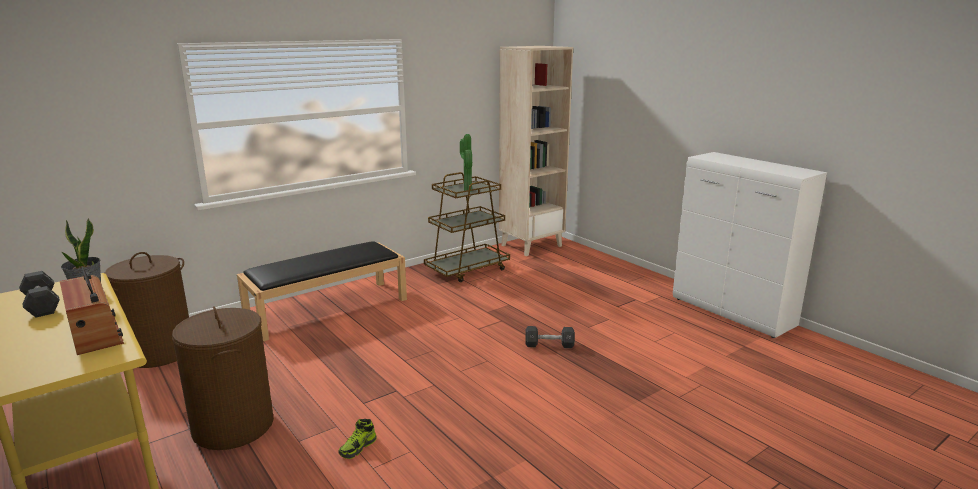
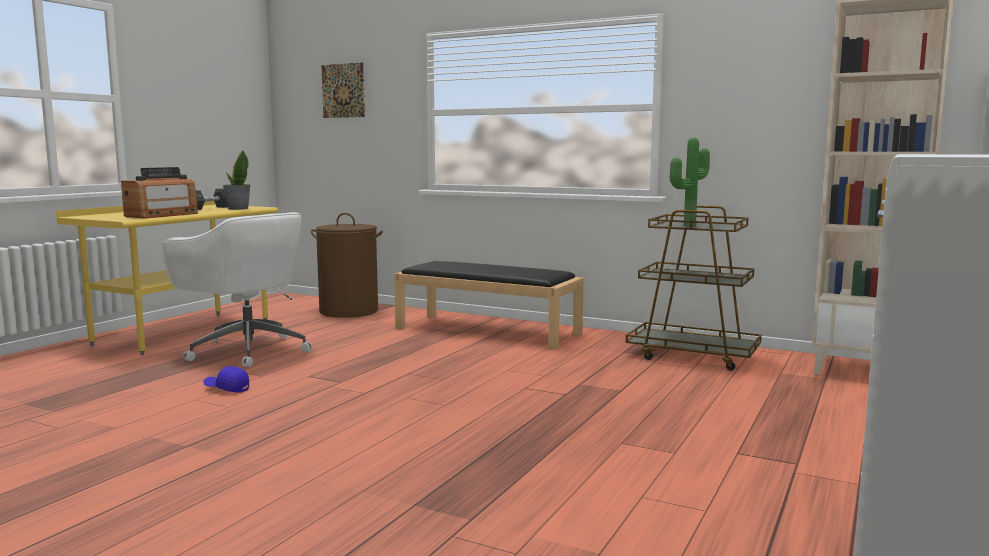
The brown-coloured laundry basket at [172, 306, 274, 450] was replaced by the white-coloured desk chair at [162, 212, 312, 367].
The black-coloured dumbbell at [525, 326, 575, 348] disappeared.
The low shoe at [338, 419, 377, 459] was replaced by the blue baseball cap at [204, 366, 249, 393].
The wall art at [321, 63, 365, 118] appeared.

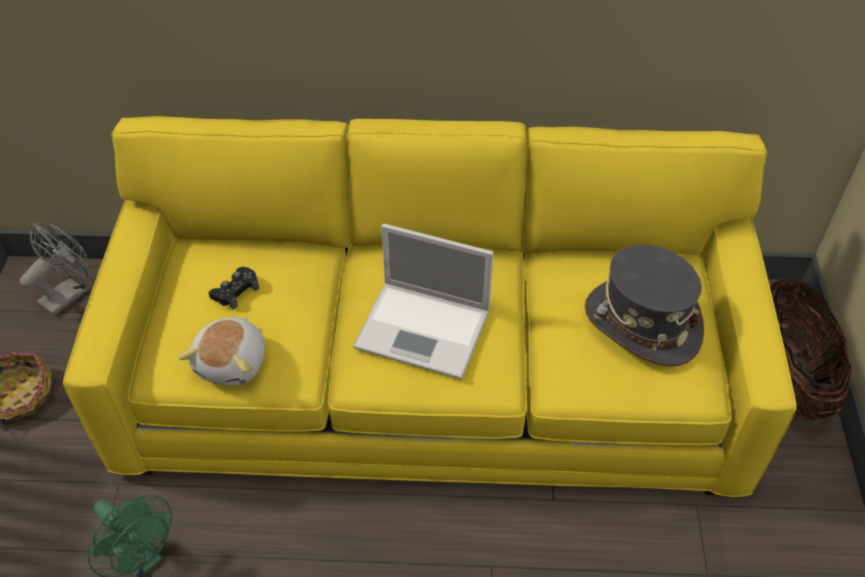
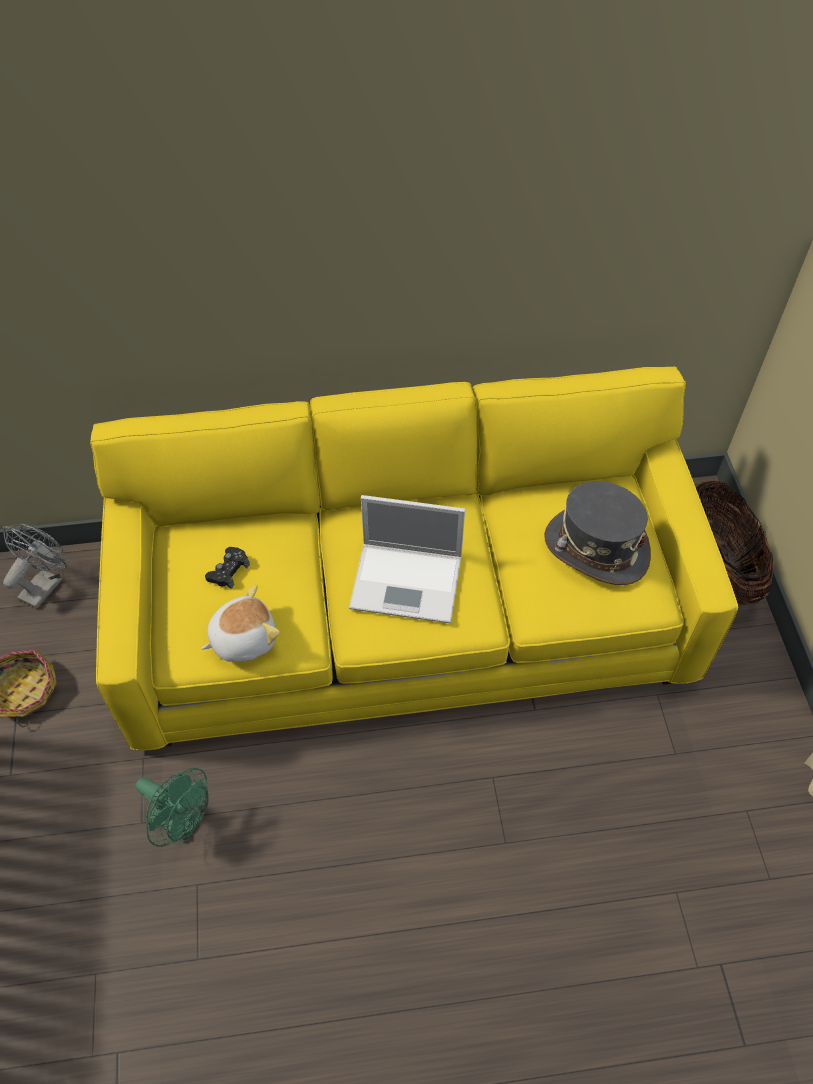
The cuddly toy at [179, 317, 265, 386] turned 120 degrees counterclockwise.

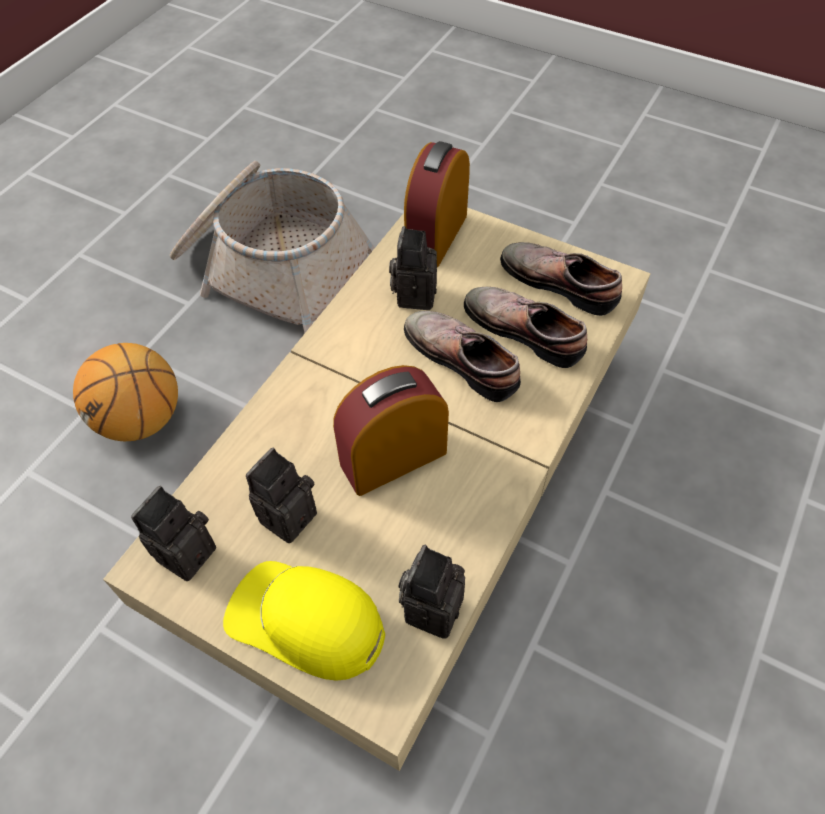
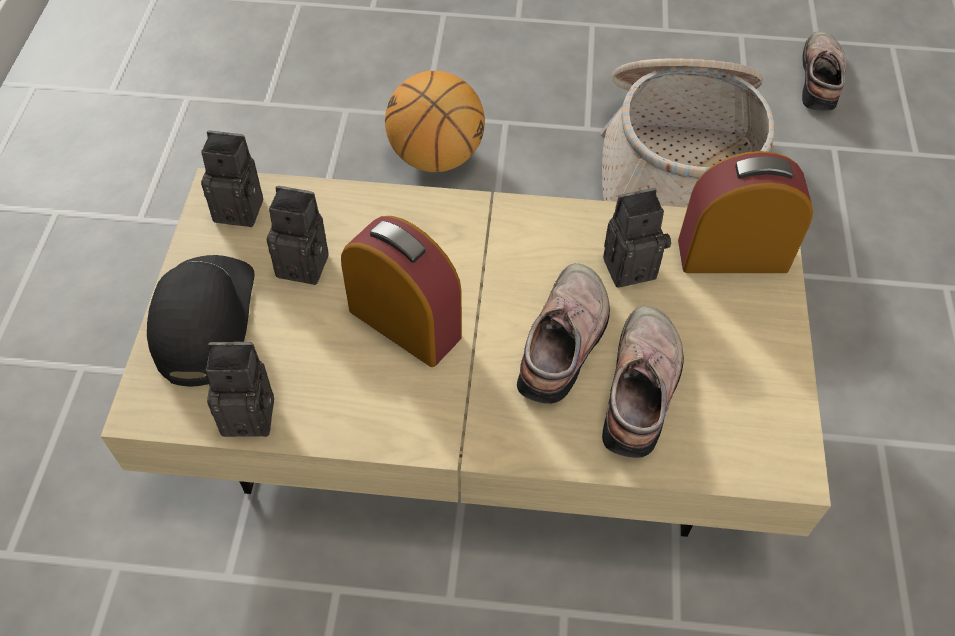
The low shoe moved from [500, 242, 622, 316] to [802, 32, 846, 111].
The yellowish baseball cap at [223, 561, 385, 681] became the black-coloured baseball cap at [147, 255, 254, 387].

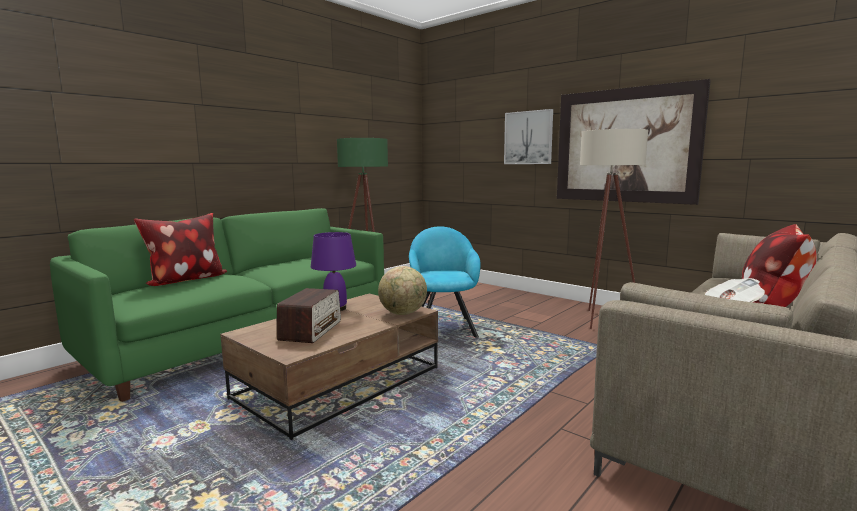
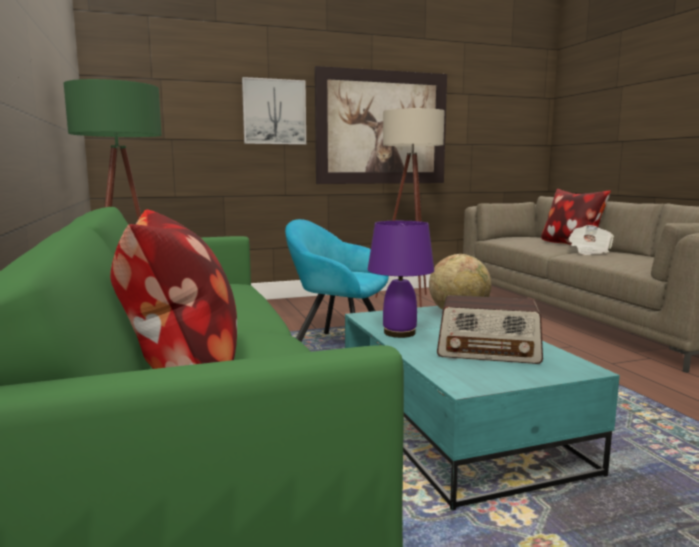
The radio set at [277, 288, 341, 343] turned 150 degrees clockwise.
The brown-coloured coffee table at [220, 293, 438, 440] became the turquoise coffee table at [345, 306, 620, 510].

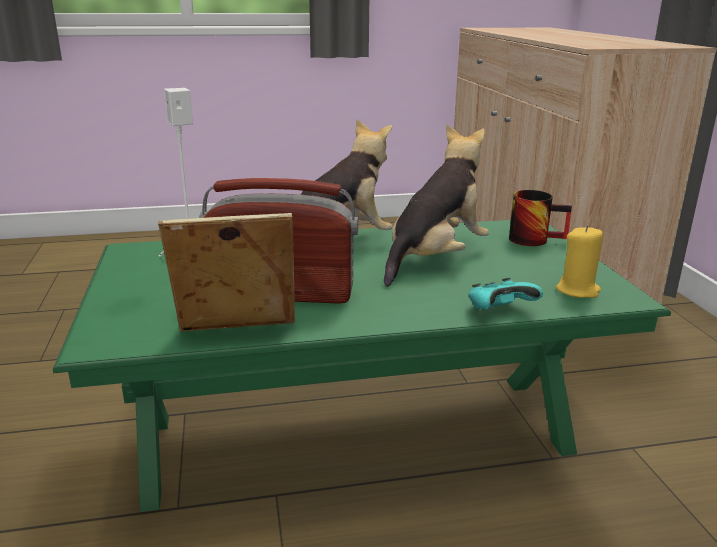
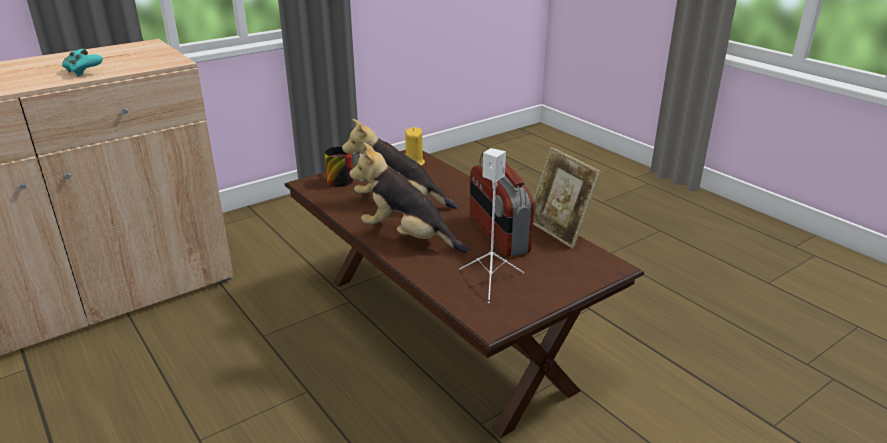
The greenish coffee table at [53, 220, 671, 512] became the brown-coloured coffee table at [285, 150, 644, 438].
The turquoise gamepad moved from [468, 278, 543, 309] to [62, 49, 103, 76].

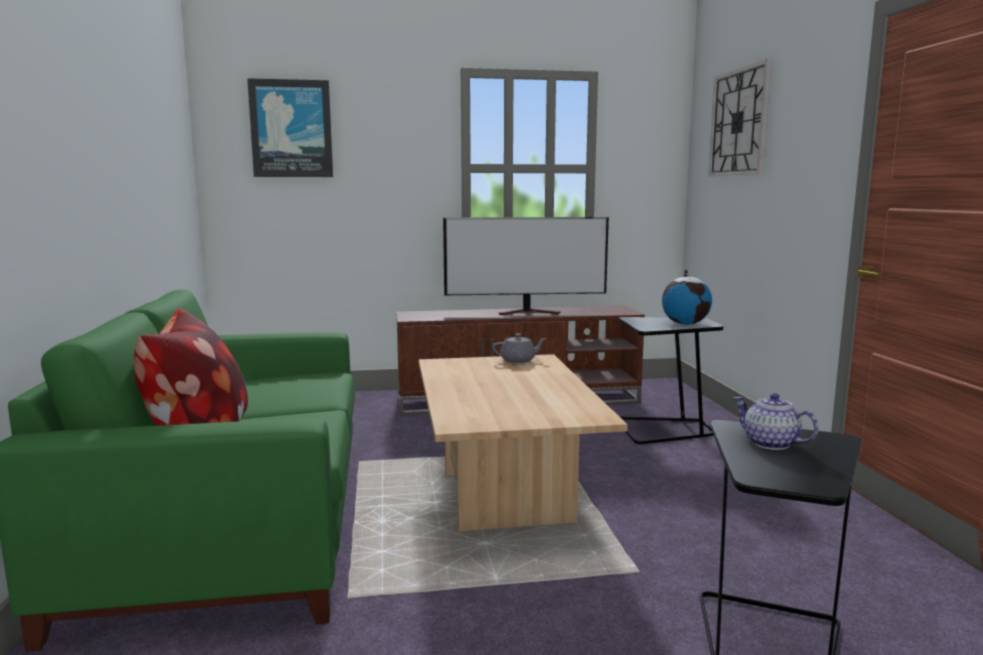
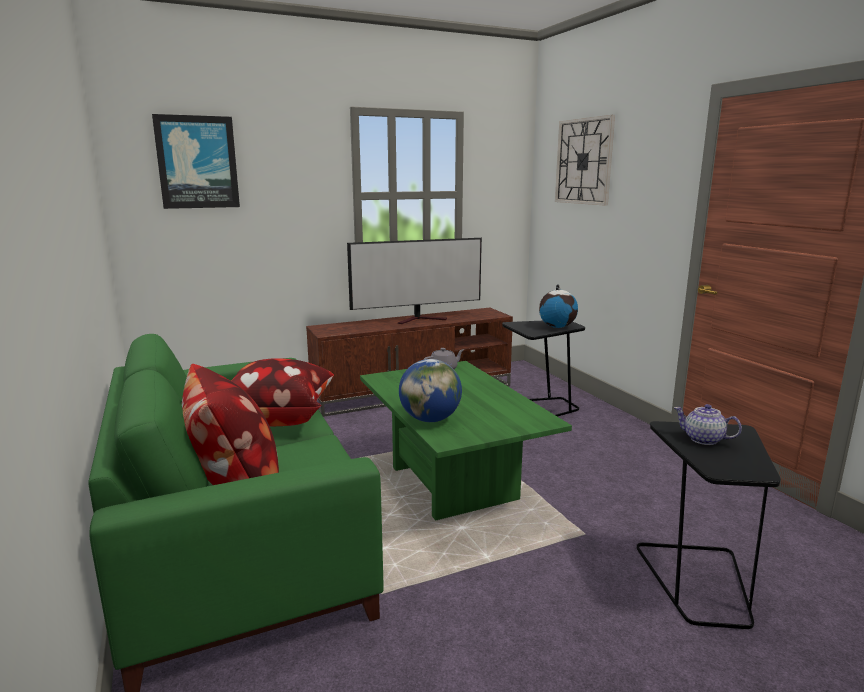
The beige-coloured coffee table at [419, 354, 628, 531] became the greenish coffee table at [360, 361, 572, 521].
The throw pillow at [231, 358, 334, 426] appeared.
The world globe at [399, 359, 462, 422] appeared.

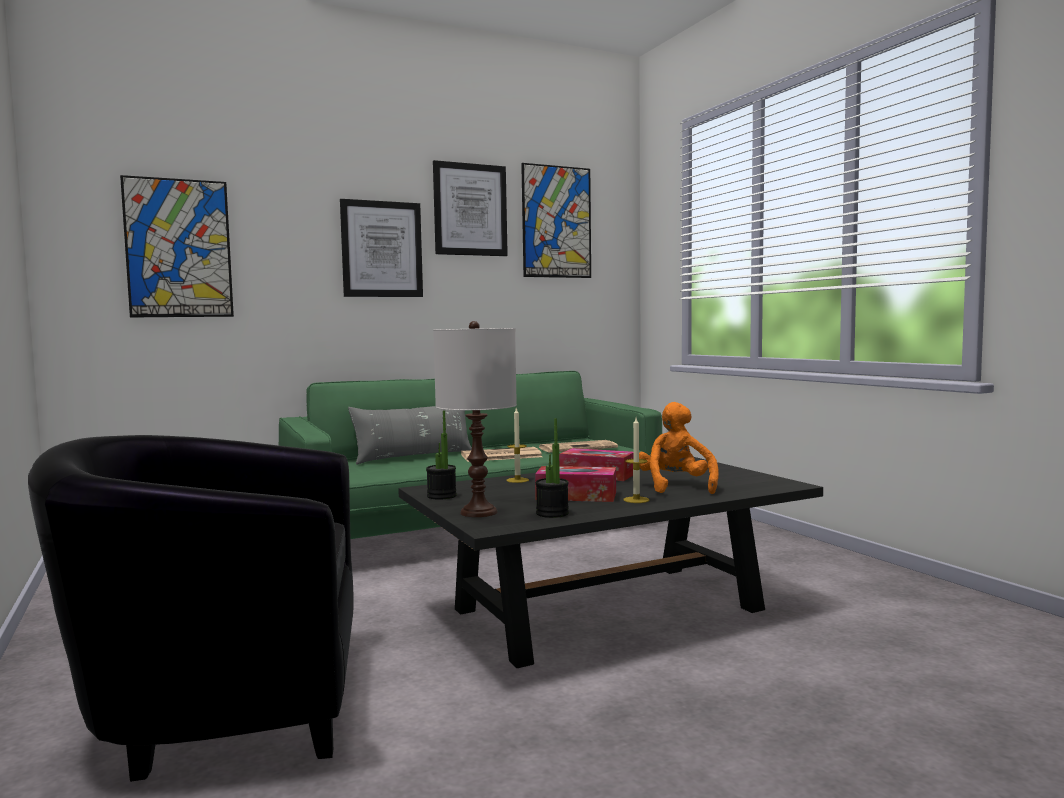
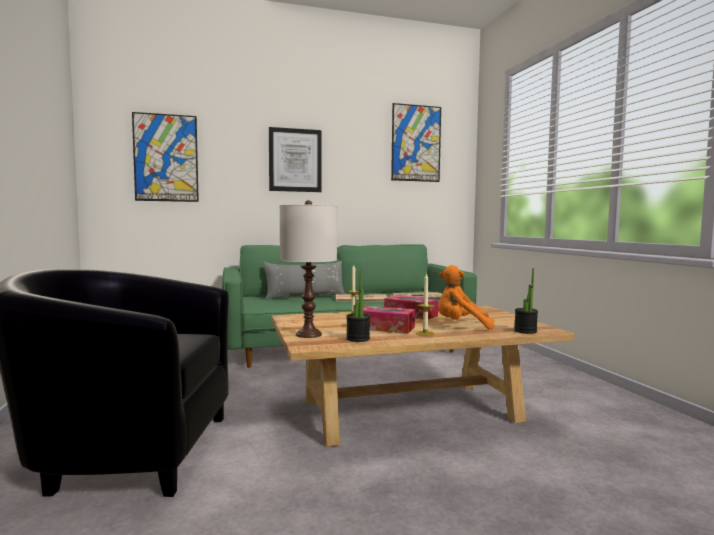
The wall art at [433, 160, 508, 256] disappeared.
The orange cuddly toy at [639, 402, 719, 494] turned 90 degrees counterclockwise.
The potted plant moved from [426, 410, 457, 500] to [514, 268, 538, 334].
The black-coloured coffee table at [398, 457, 823, 668] became the beige-coloured coffee table at [272, 305, 574, 447].

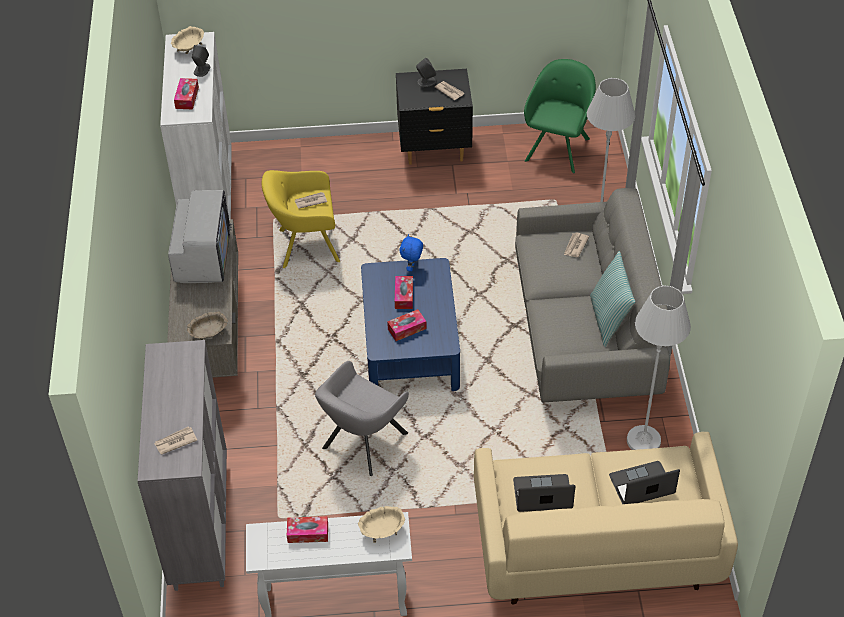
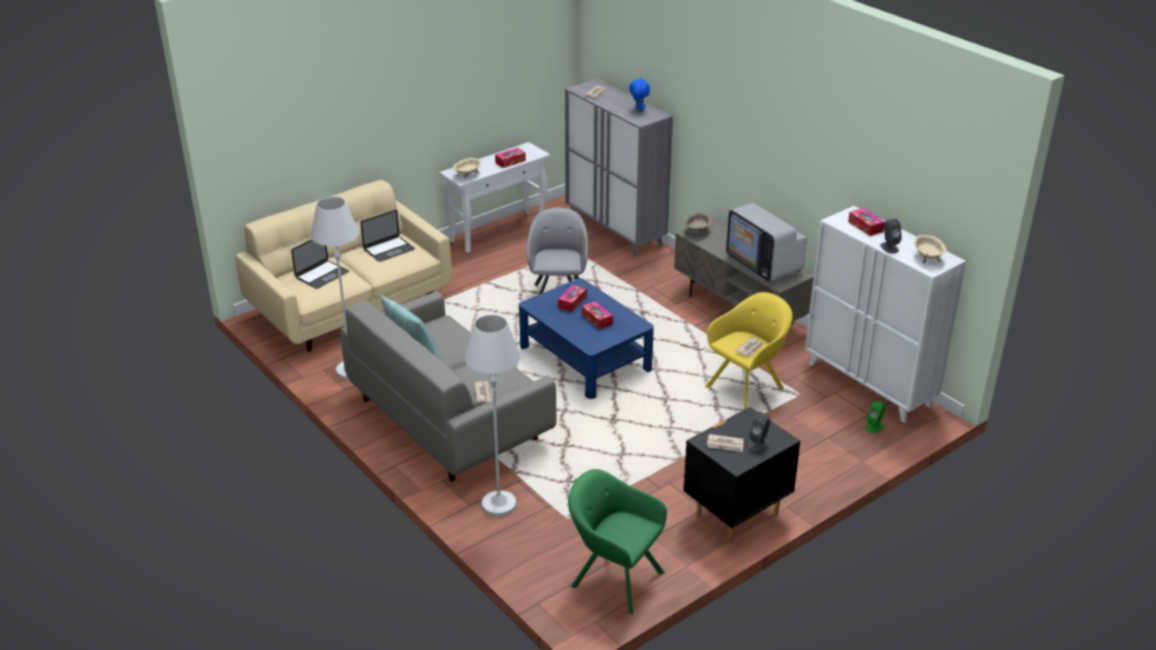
The greenish armchair at [524, 59, 596, 173] turned 135 degrees clockwise.
The blue cuddly toy moved from [400, 234, 423, 271] to [629, 78, 650, 112].
The greenish speaker at [865, 401, 886, 433] appeared.

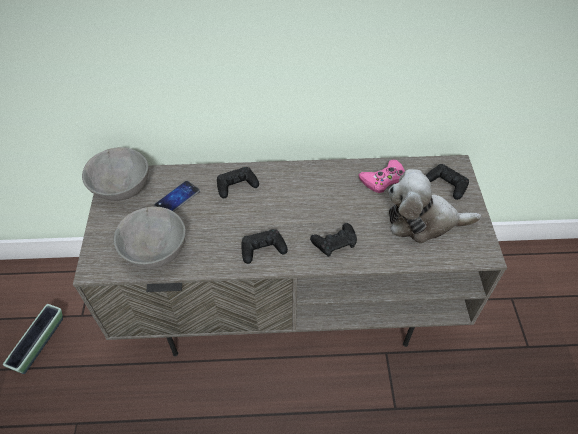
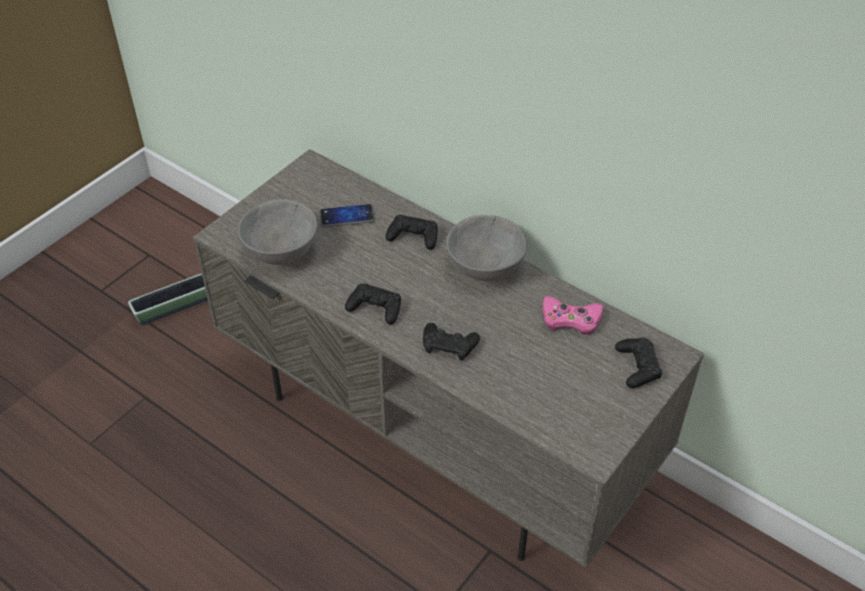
The gray bowl moved from [82, 147, 148, 201] to [446, 215, 527, 281].
The cuddly toy at [388, 169, 481, 244] disappeared.

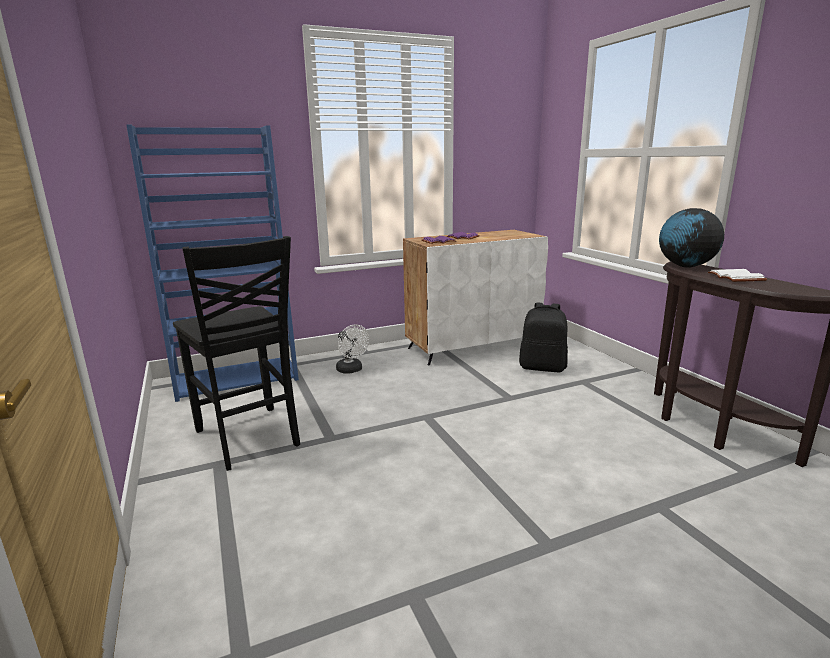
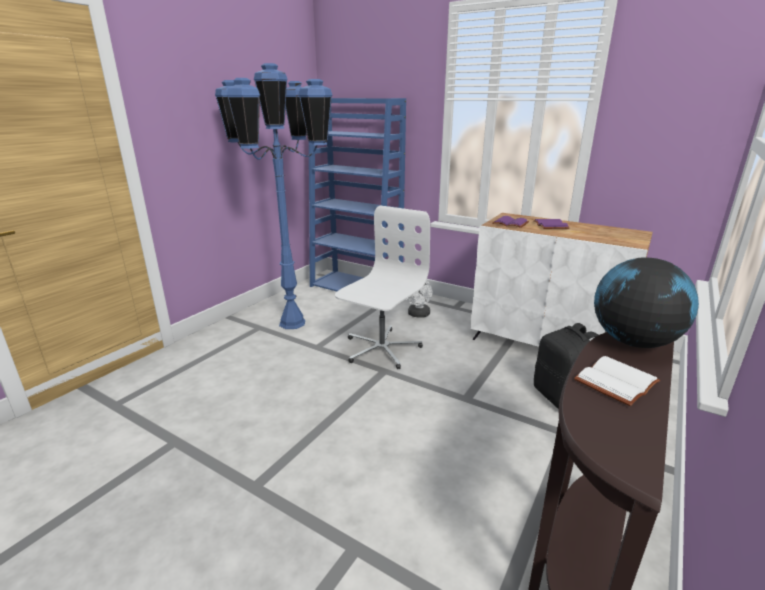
The black-coloured upright chair at [173, 236, 300, 471] was replaced by the blue standard lamp at [215, 63, 332, 329].
The white-coloured desk chair at [335, 205, 430, 369] appeared.

